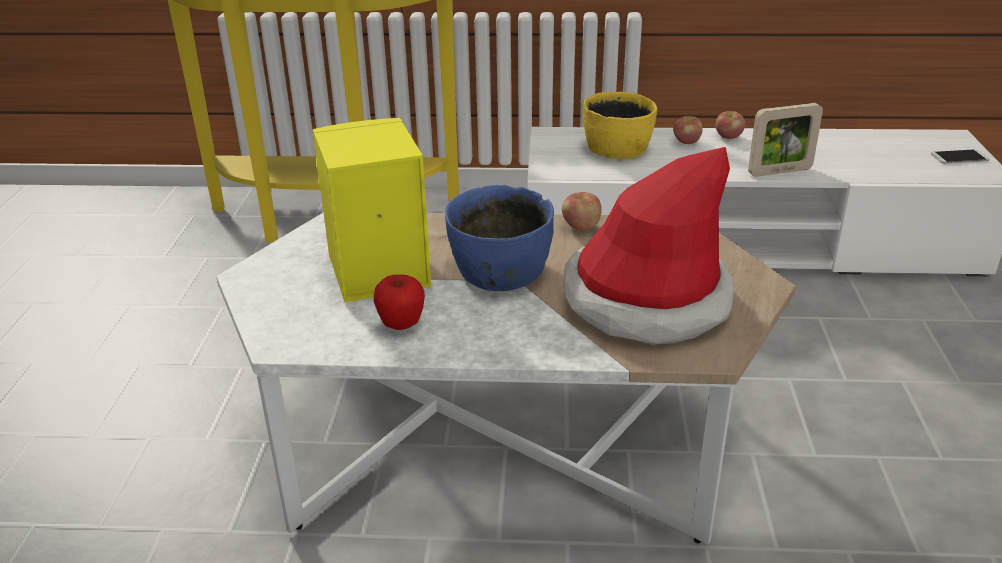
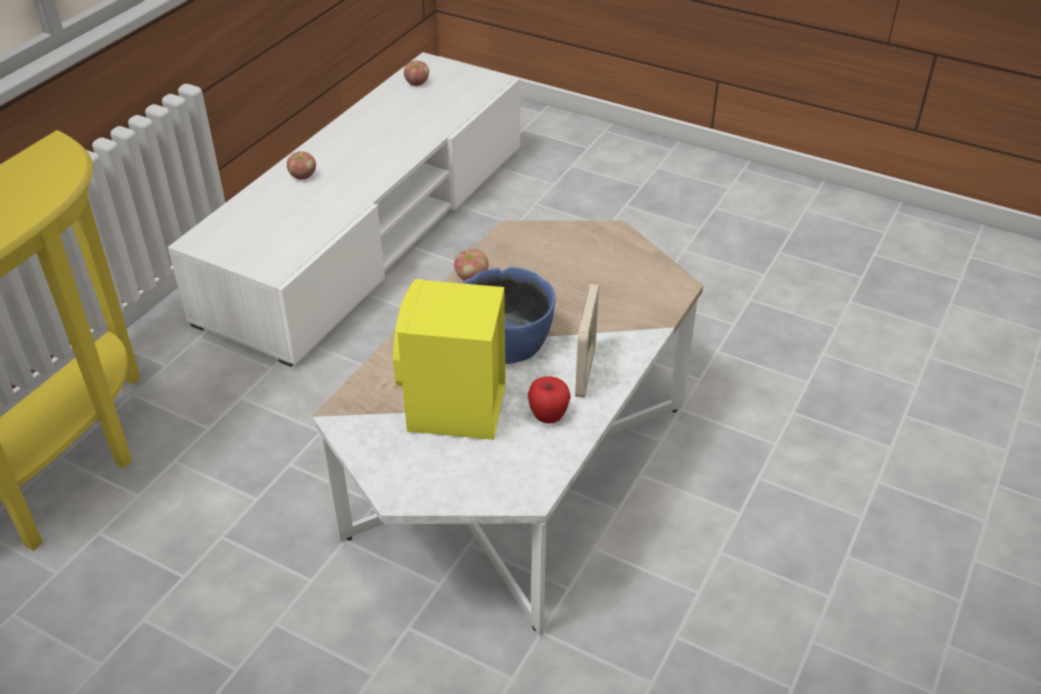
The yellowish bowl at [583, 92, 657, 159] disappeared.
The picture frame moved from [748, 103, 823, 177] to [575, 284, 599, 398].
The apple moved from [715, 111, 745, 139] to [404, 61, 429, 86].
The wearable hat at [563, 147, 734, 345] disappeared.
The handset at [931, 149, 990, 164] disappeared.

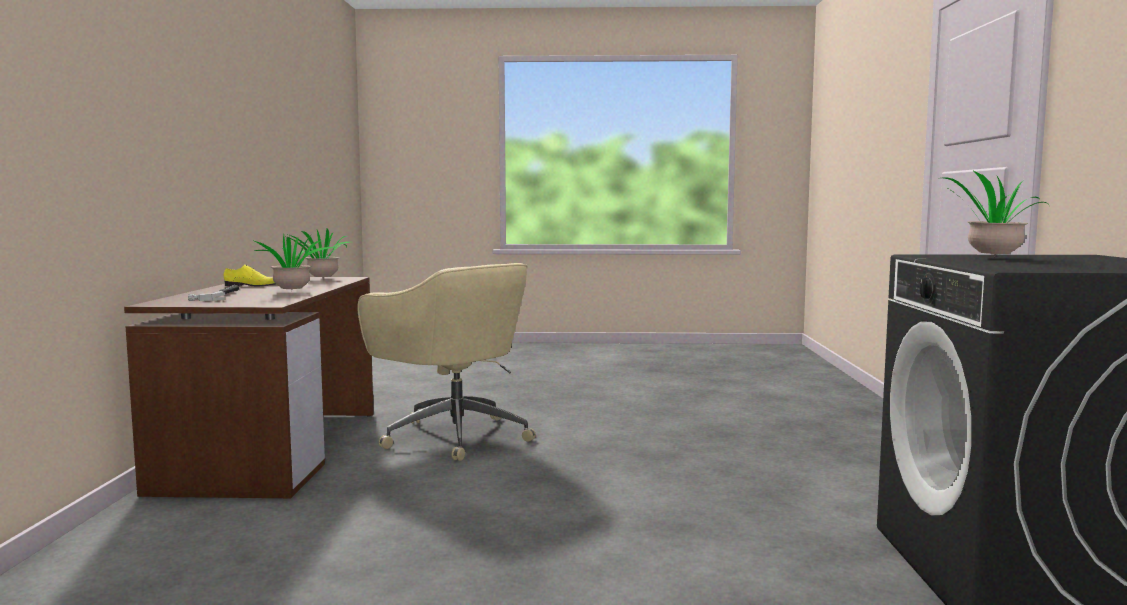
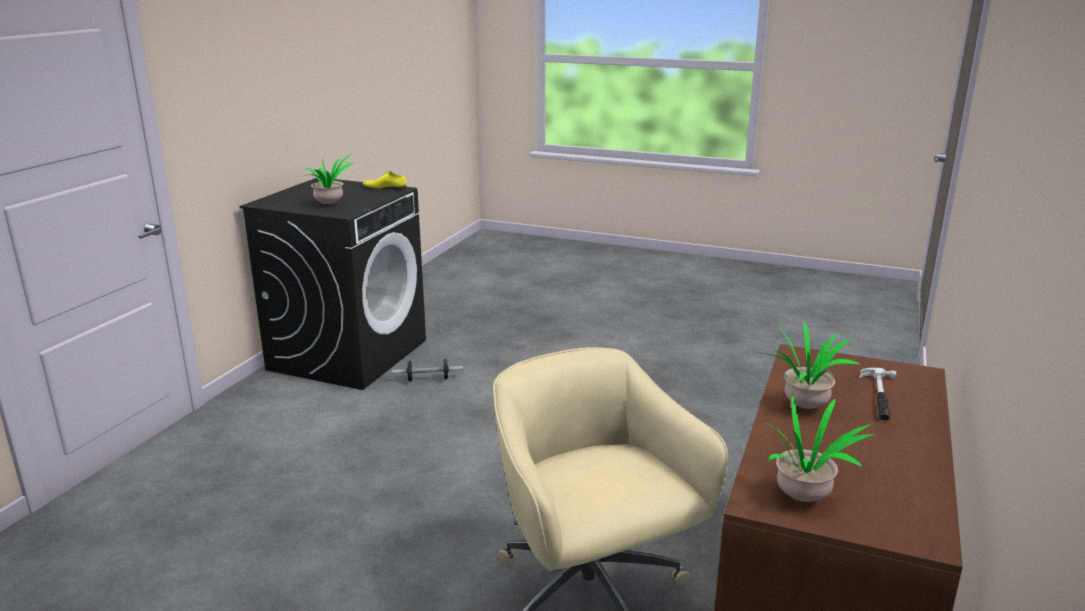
The yellowish low shoe moved from [224, 264, 276, 287] to [362, 171, 407, 191].
The dumbbell at [393, 359, 463, 382] appeared.

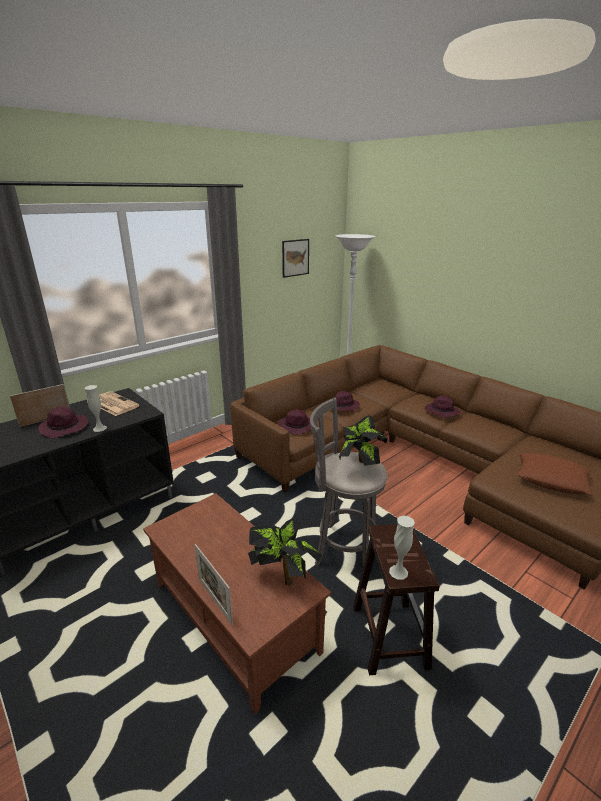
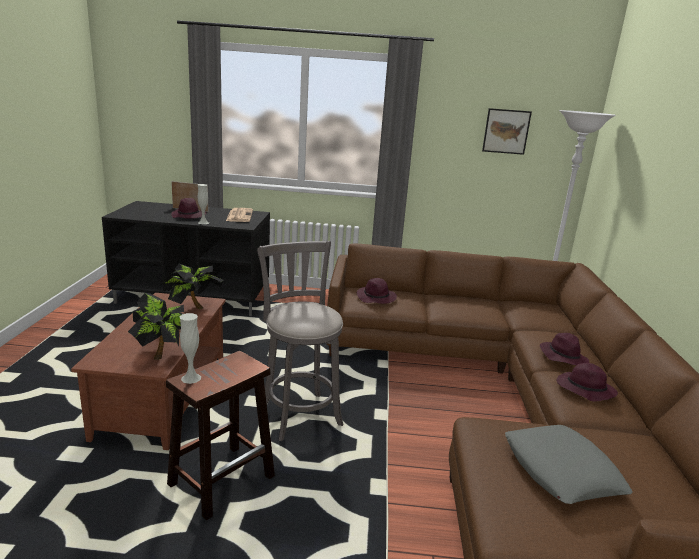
The purplish wearable hat moved from [331, 391, 360, 411] to [557, 363, 618, 401].
The potted plant moved from [339, 415, 388, 466] to [161, 264, 224, 309].
The brown-coloured throw pillow at [517, 453, 593, 495] became the gray throw pillow at [505, 425, 633, 504].
The picture frame at [195, 544, 233, 625] disappeared.

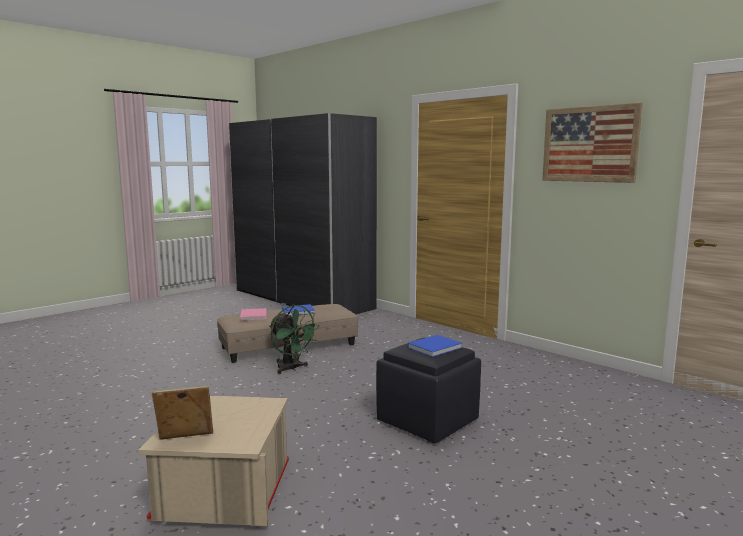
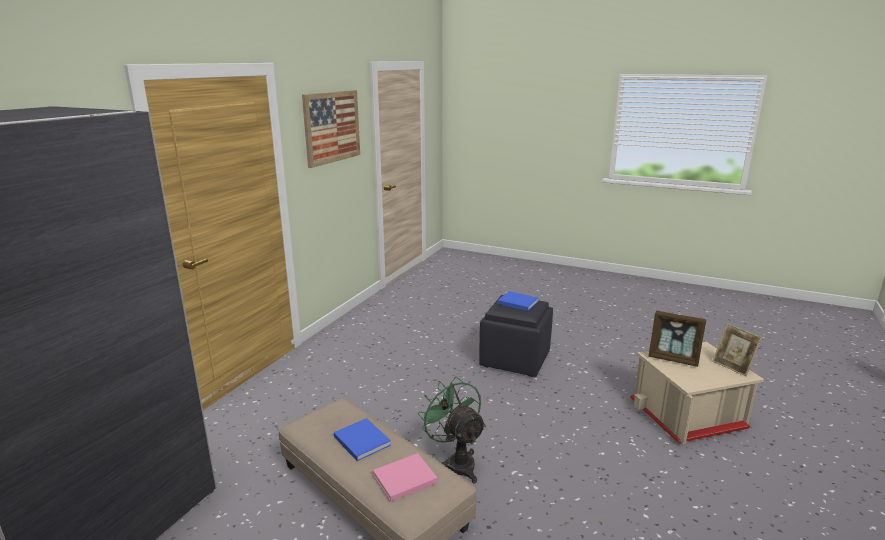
The greenish electric fan at [269, 305, 320, 374] turned 60 degrees counterclockwise.
The picture frame at [648, 311, 706, 367] appeared.

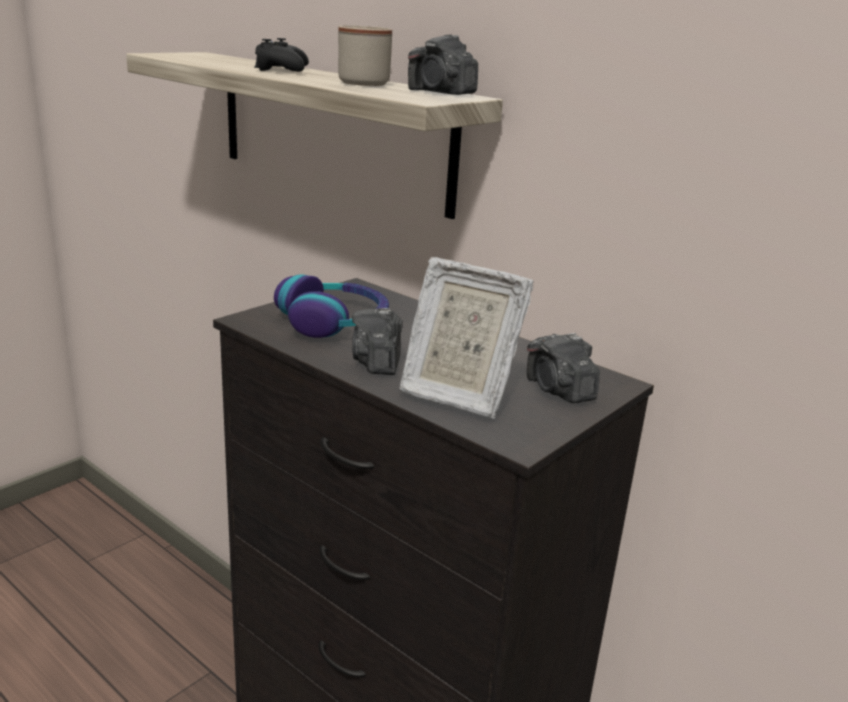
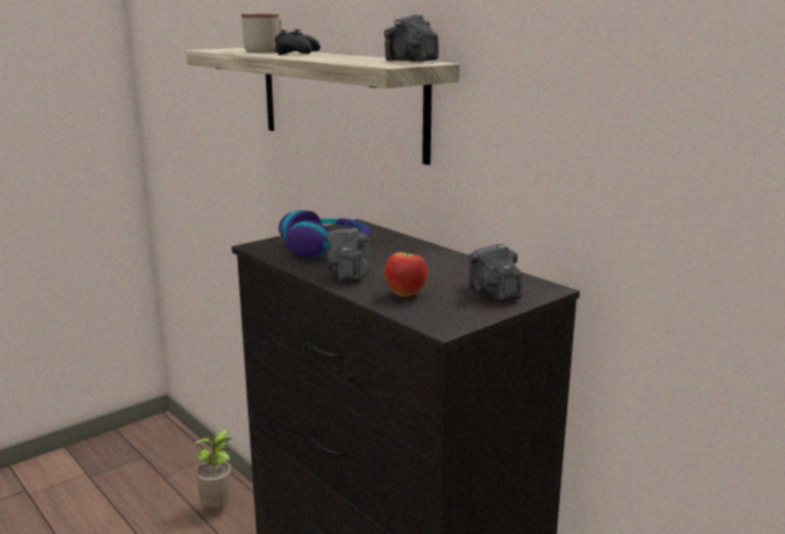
The beige-coloured tea mug moved from [338, 25, 392, 86] to [241, 13, 282, 52].
The picture frame at [400, 257, 534, 419] was replaced by the apple at [384, 244, 428, 297].
The potted plant at [194, 430, 232, 507] appeared.

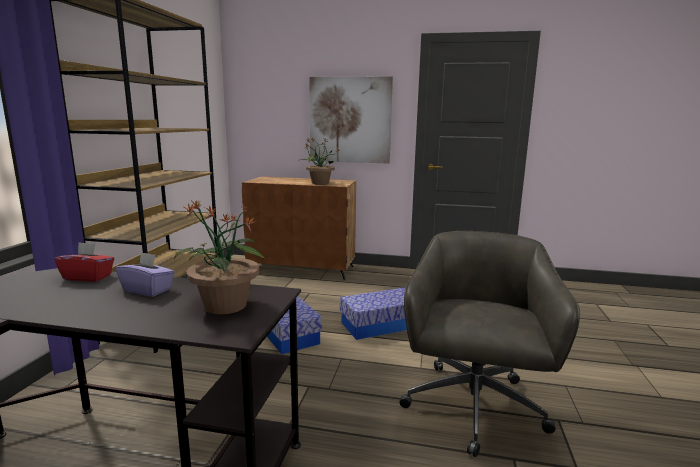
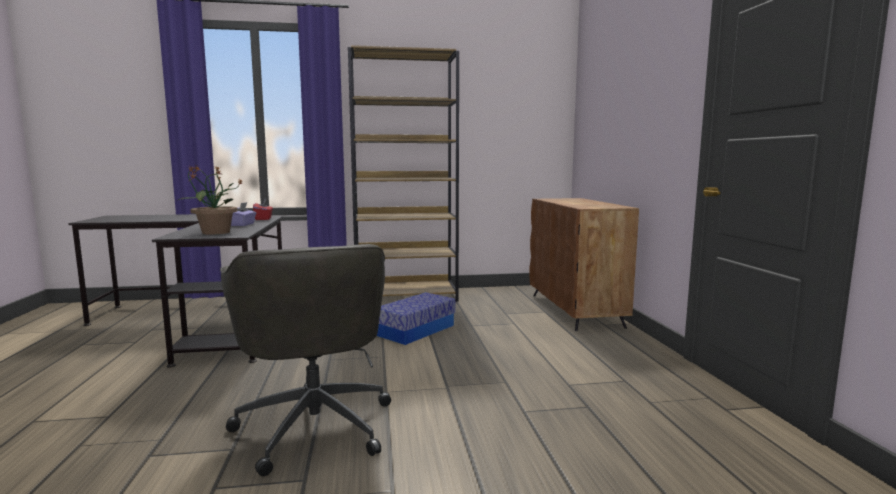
The wall art at [309, 77, 393, 164] disappeared.
The potted plant at [300, 137, 339, 185] disappeared.
The gray desk chair at [399, 231, 580, 457] turned 75 degrees clockwise.
The storage container at [340, 288, 407, 340] disappeared.

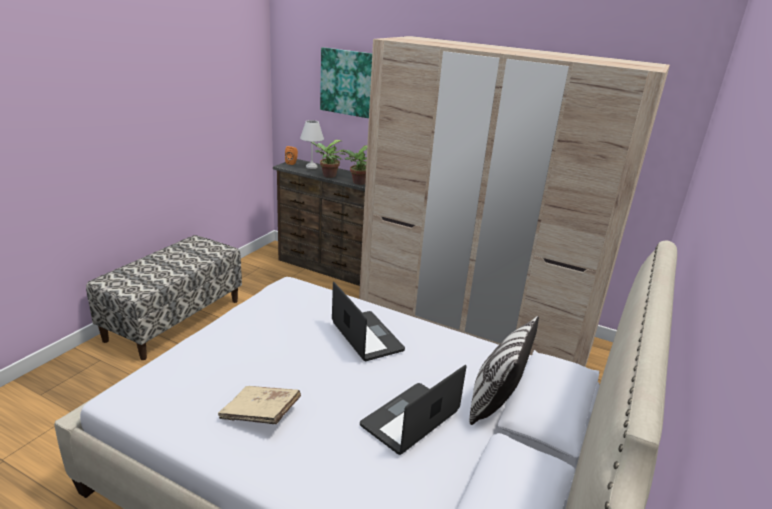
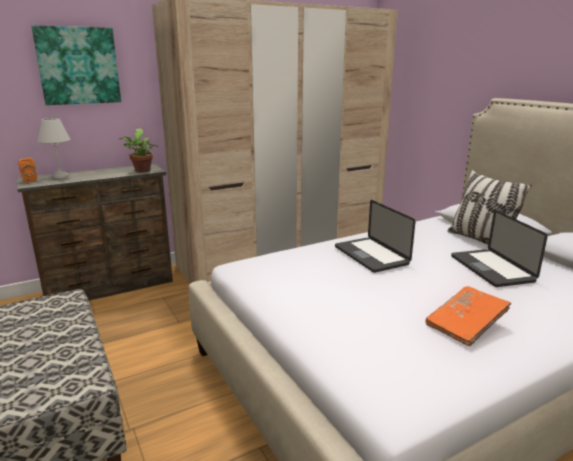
The potted plant at [311, 140, 346, 178] disappeared.
The notebook computer at [332, 282, 405, 361] turned 120 degrees counterclockwise.
The beige-coloured volume at [218, 386, 301, 424] became the orange volume at [425, 286, 511, 346].

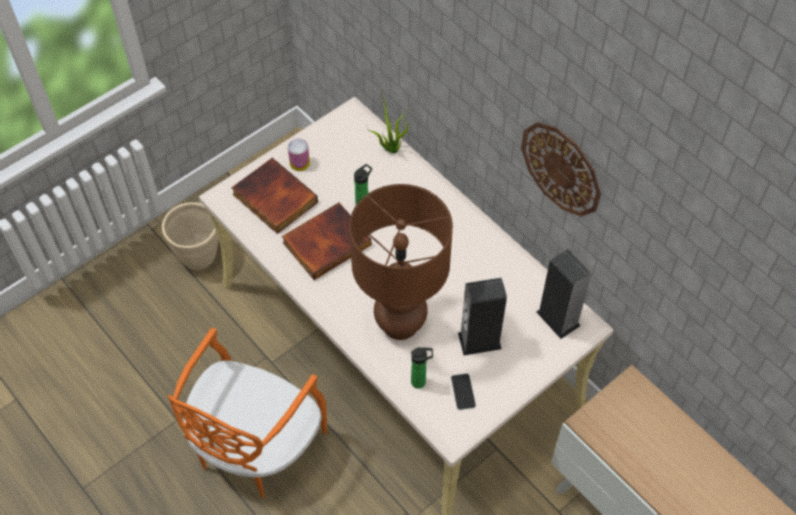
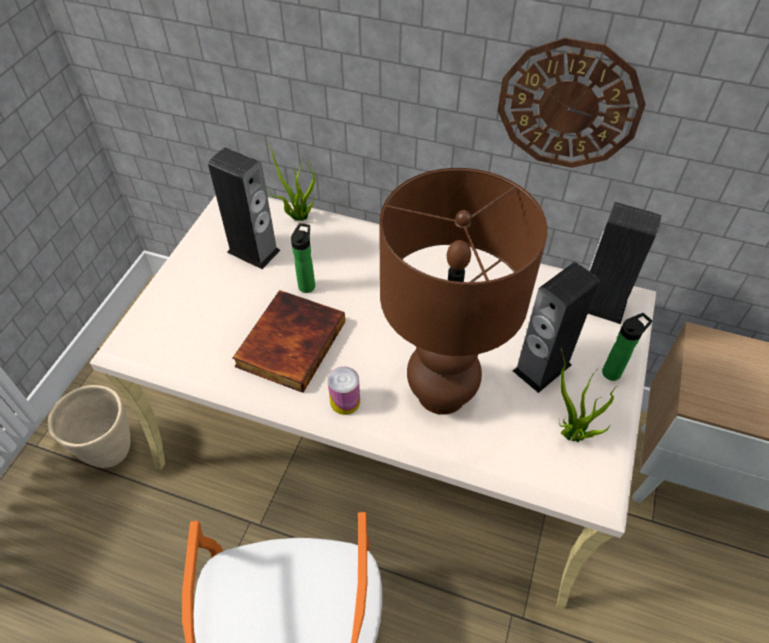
The metal can moved from [288, 138, 310, 171] to [328, 367, 360, 415].
The volume at [231, 158, 318, 234] disappeared.
The drink bottle moved from [411, 347, 433, 389] to [602, 313, 652, 381].
The handset at [451, 374, 476, 410] was replaced by the potted plant at [559, 349, 617, 442].
The speaker at [208, 148, 280, 269] appeared.

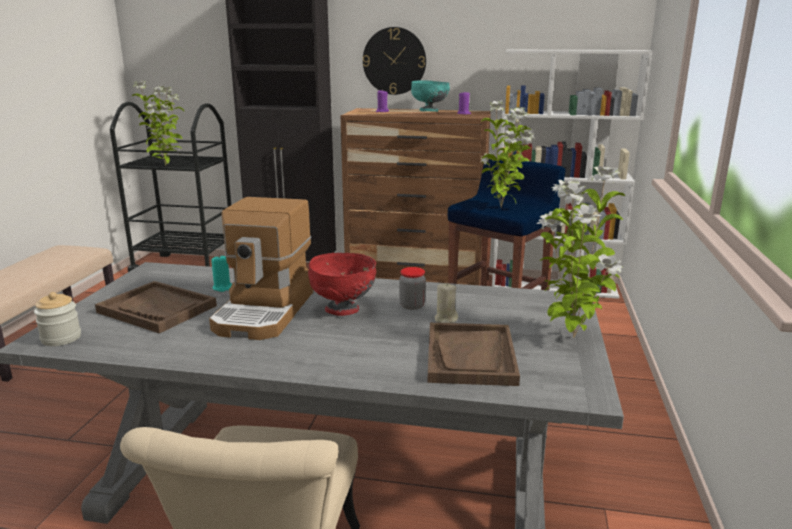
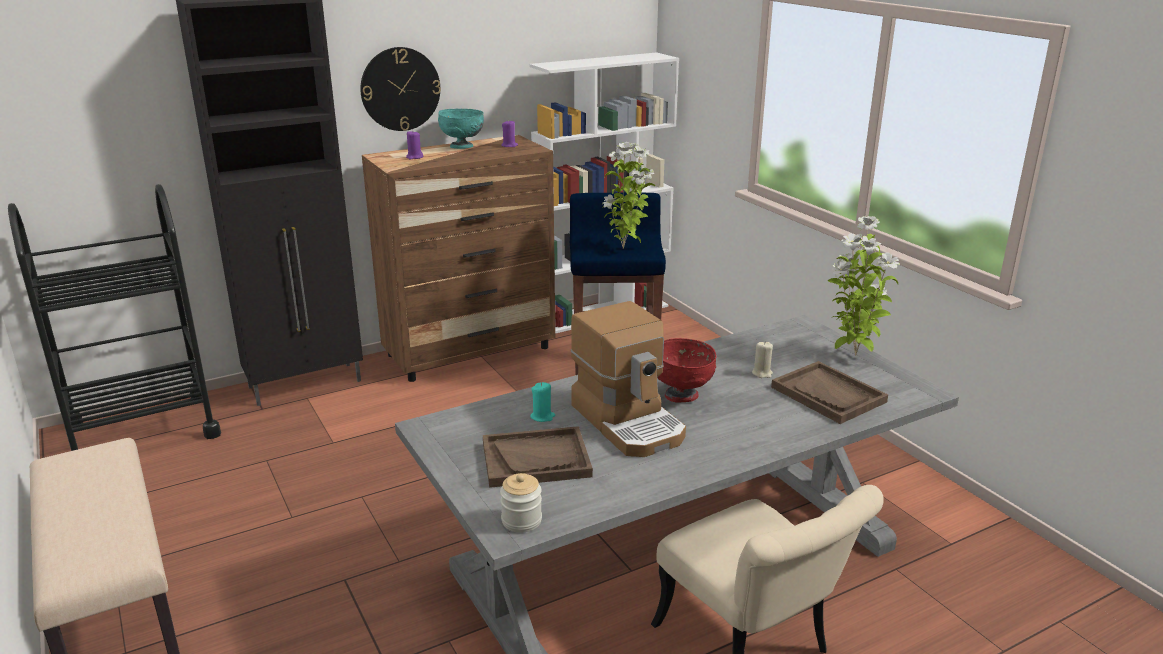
The potted plant at [132, 80, 184, 165] disappeared.
The jar at [399, 267, 426, 310] disappeared.

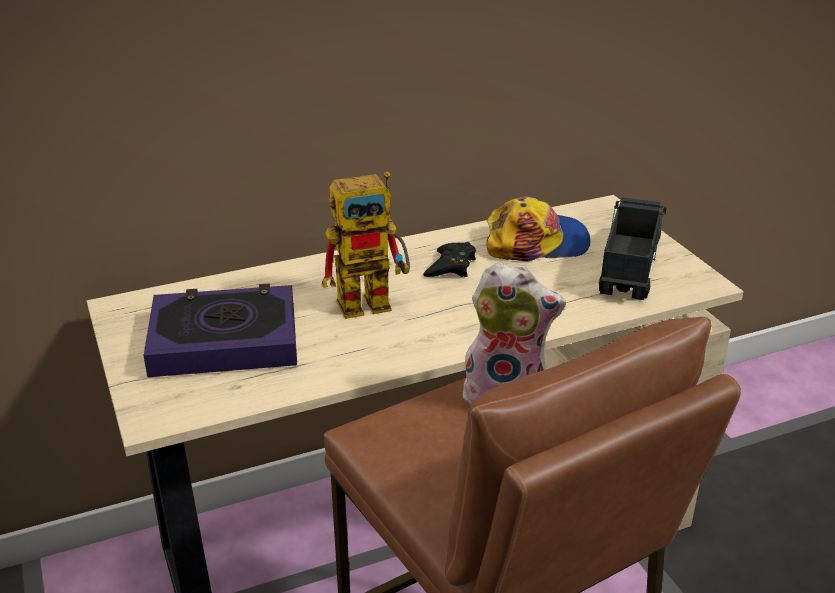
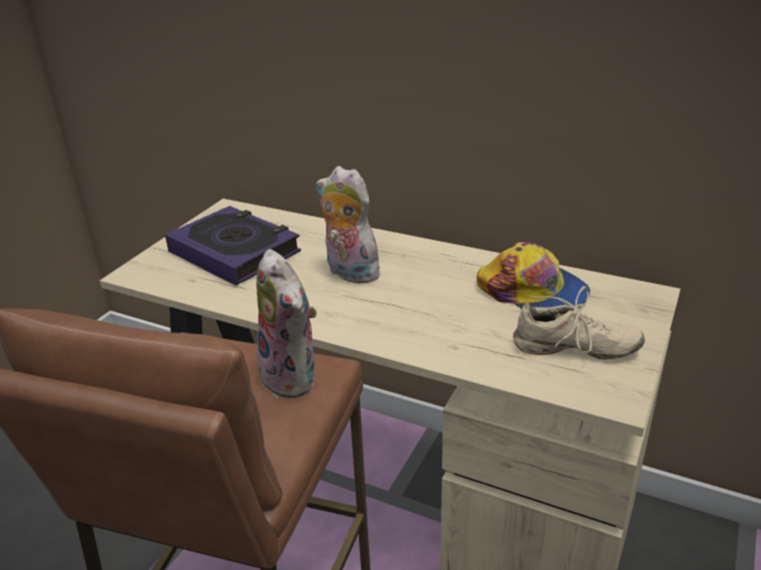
The robot figure at [322, 171, 410, 319] was replaced by the cuddly toy at [316, 166, 382, 283].
The model truck at [599, 197, 666, 300] was replaced by the beige-coloured low shoe at [513, 286, 645, 360].
The black-coloured gamepad at [423, 242, 476, 277] disappeared.

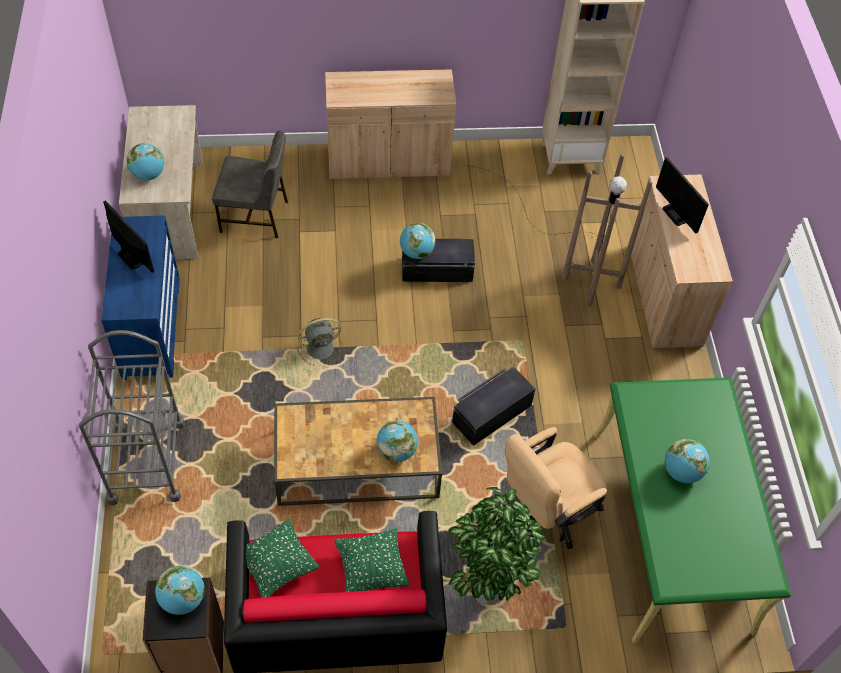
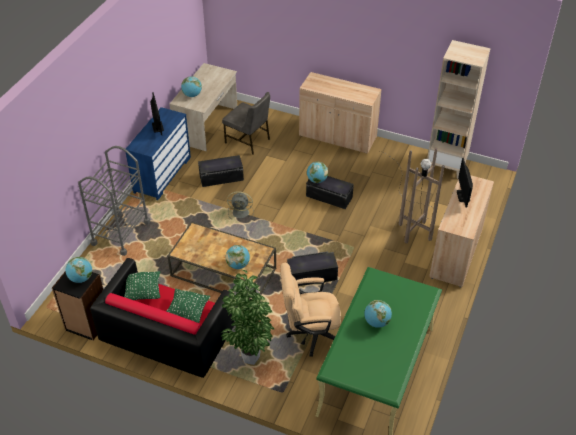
The black-coloured storage container at [198, 155, 244, 187] appeared.

